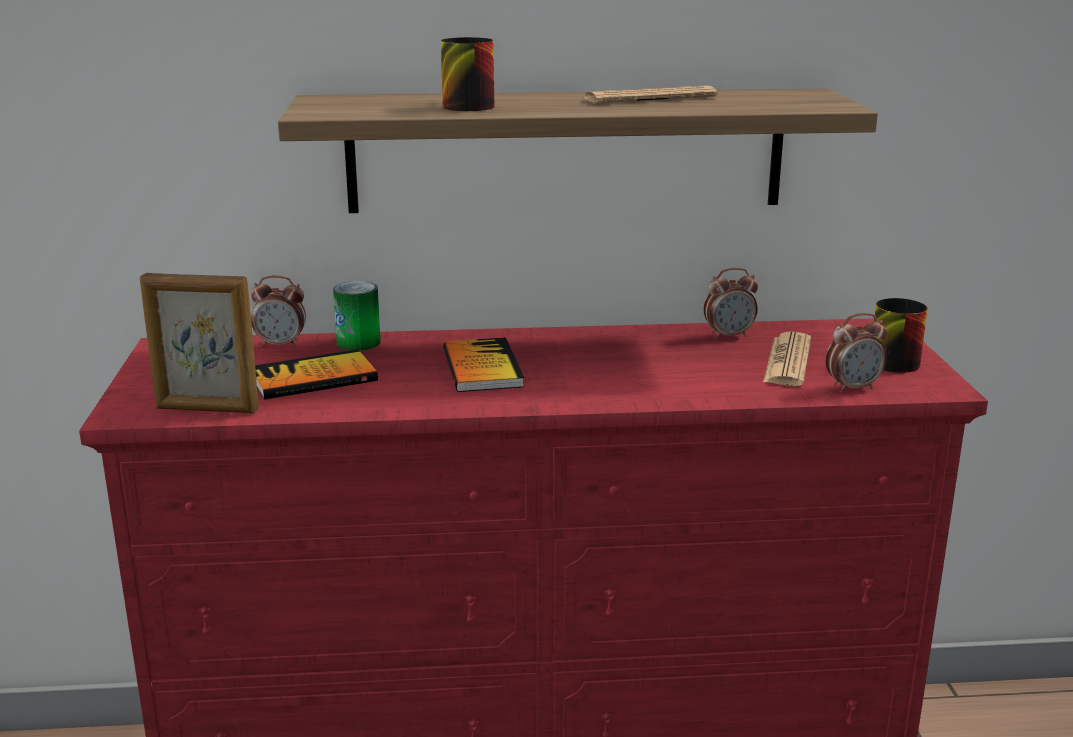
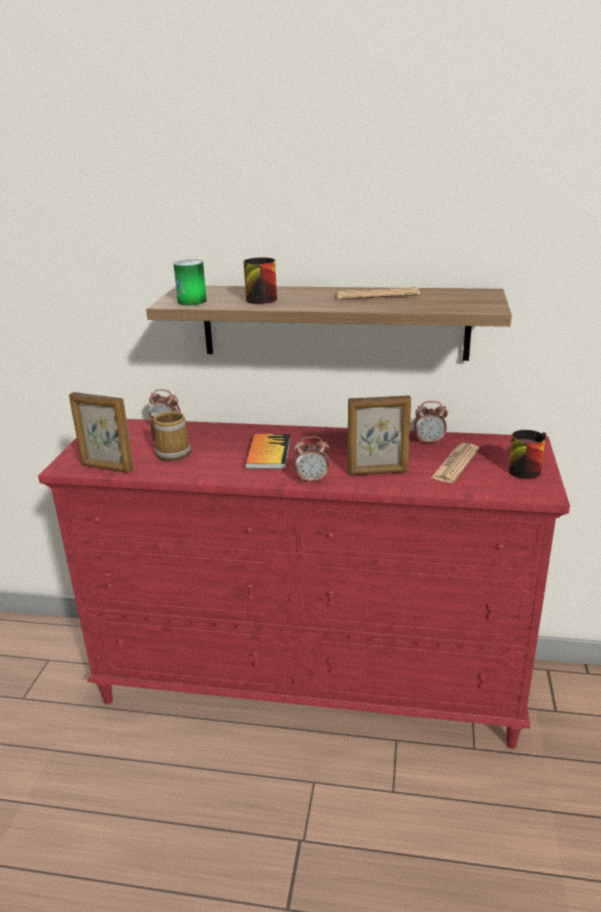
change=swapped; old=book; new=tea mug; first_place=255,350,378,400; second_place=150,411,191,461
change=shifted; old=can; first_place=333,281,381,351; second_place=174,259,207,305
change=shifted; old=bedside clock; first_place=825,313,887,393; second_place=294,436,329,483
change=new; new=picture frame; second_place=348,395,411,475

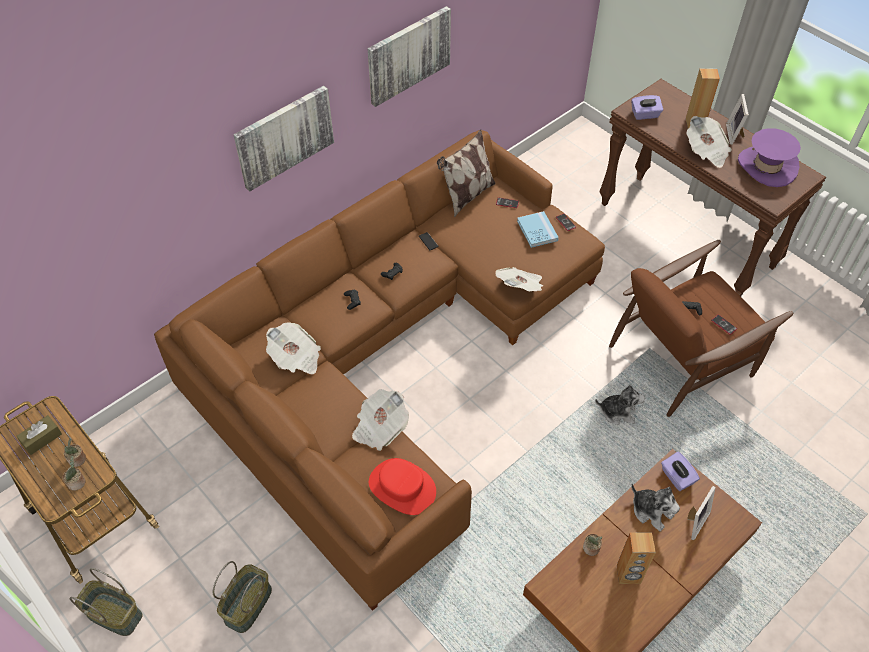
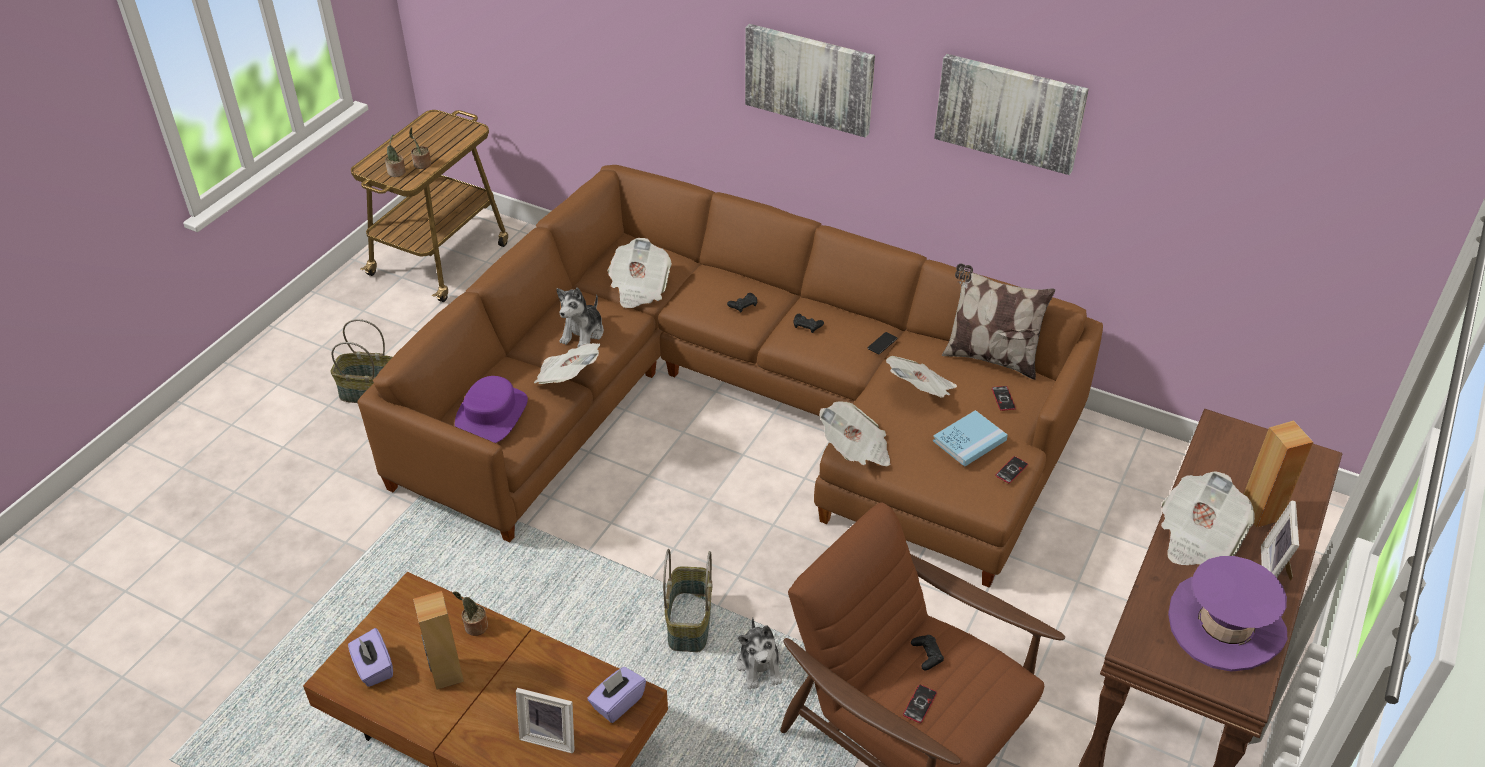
change=shifted; old=purple-coloured tissue box; first_place=631,95,663,120; second_place=348,628,393,687
change=repainted; old=red-coloured wearable hat; new=purple-coloured wearable hat; first_place=369,458,436,515; second_place=455,376,528,443
change=shifted; old=soft toy; first_place=631,483,680,532; second_place=557,288,604,347
change=shifted; old=household basket; first_place=70,568,143,636; second_place=663,549,713,652
change=new; new=printed paper; second_place=886,356,957,398
change=rotated; old=picture frame; first_place=726,94,749,145; second_place=1261,500,1299,581; degrees=-60
change=gone; old=brownish tissue box; first_place=16,415,62,455

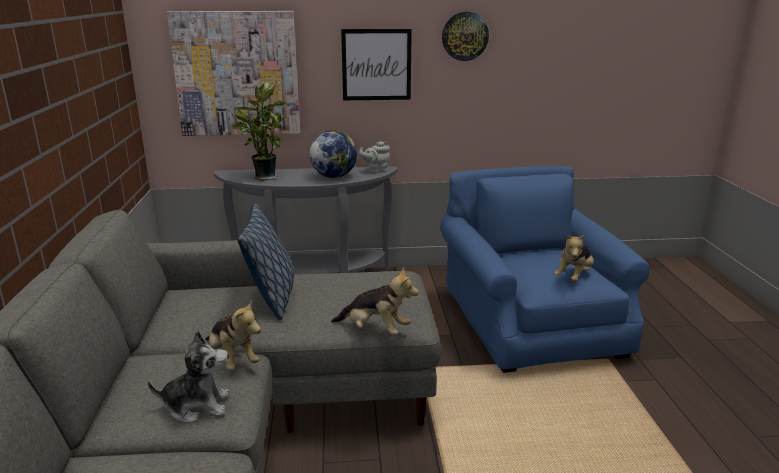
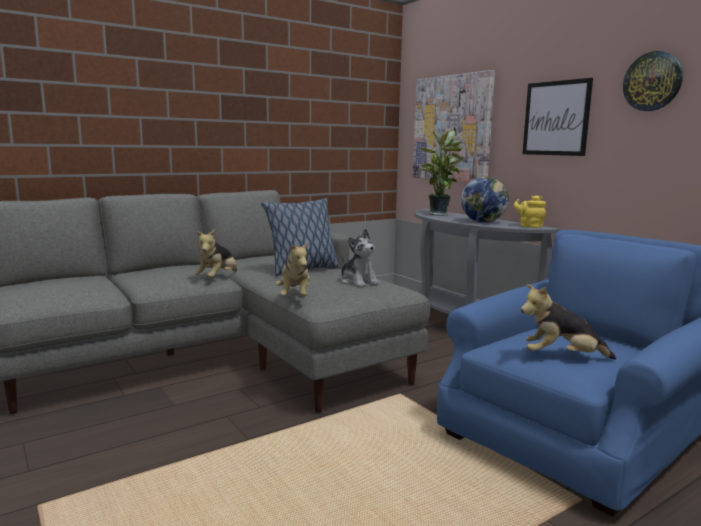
change=shifted; old=soft toy; first_place=147,331,230,423; second_place=341,228,380,287
change=repainted; old=greyish tea pot; new=yellowish tea pot; first_place=359,141,390,173; second_place=514,195,546,228

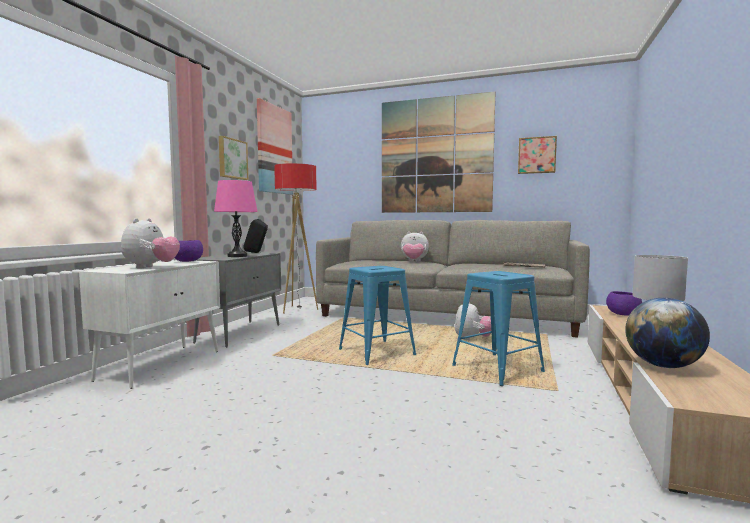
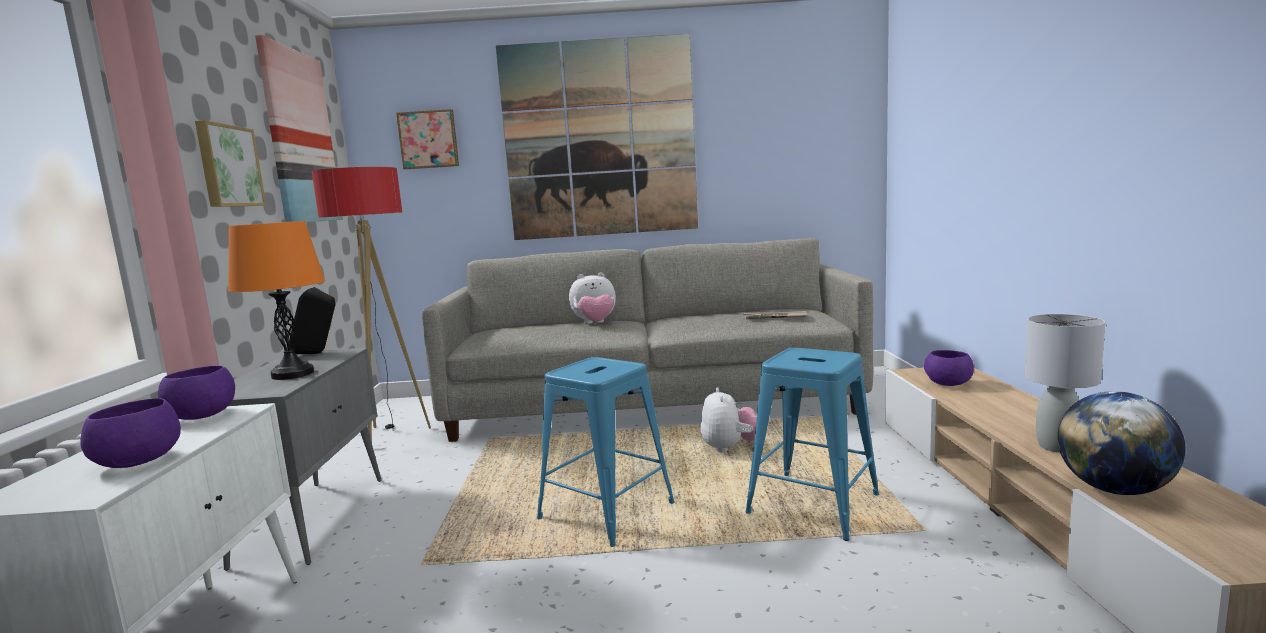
change=swapped; old=soft toy; new=purple-coloured deep dish; first_place=121,218,180,268; second_place=80,398,181,468
change=repainted; old=pink-coloured table lamp; new=orange-coloured table lamp; first_place=214,180,258,257; second_place=228,221,325,380
change=shifted; old=picture; first_place=518,136,557,174; second_place=396,109,459,169

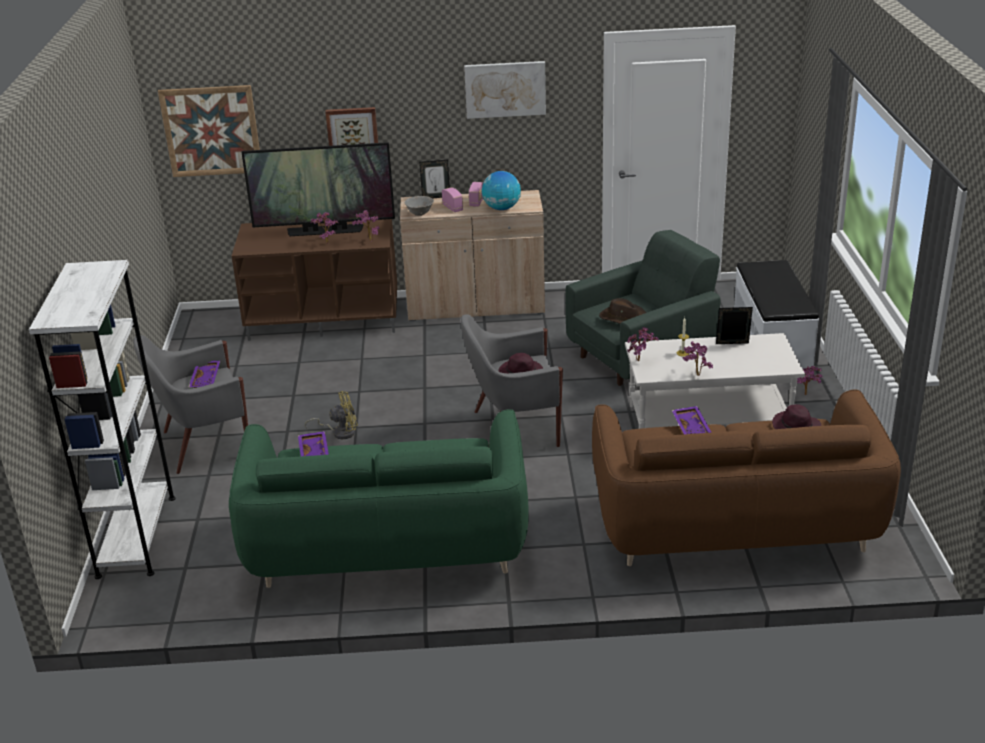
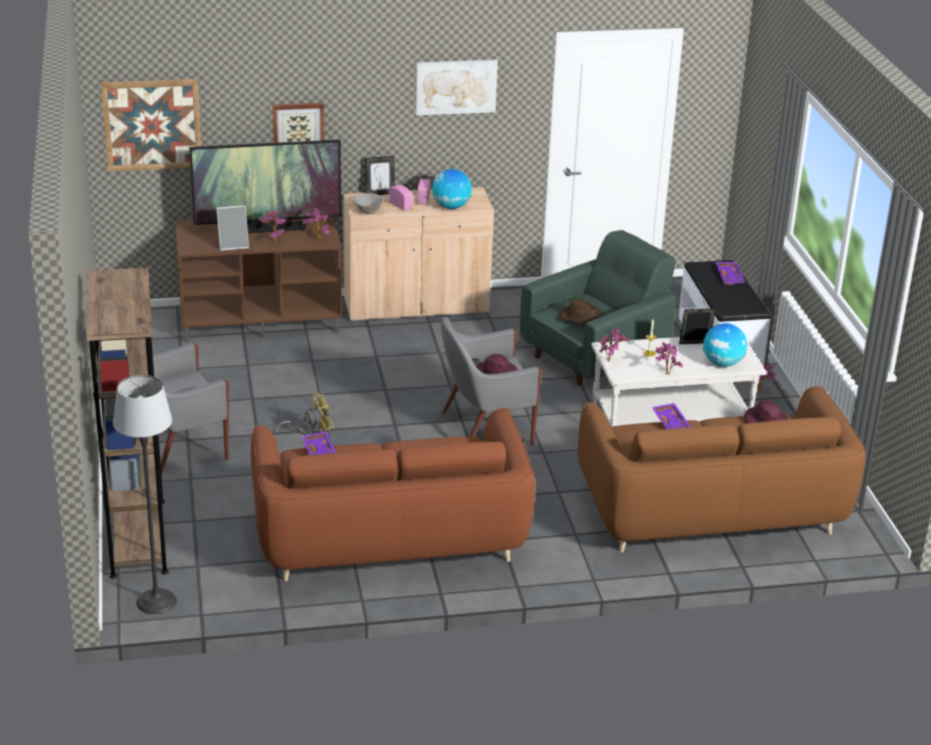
change=repainted; old=white shelving unit; new=brownish shelving unit; first_place=29,260,176,579; second_place=86,267,169,579
change=new; new=floor lamp; second_place=113,375,177,614
change=new; new=picture frame; second_place=216,205,249,251
change=repainted; old=greenish couch; new=brownish couch; first_place=229,409,529,588; second_place=251,408,535,581
change=new; new=world globe; second_place=703,323,747,367
change=shifted; old=purple-coloured carrying tray; first_place=189,361,220,388; second_place=716,262,745,285

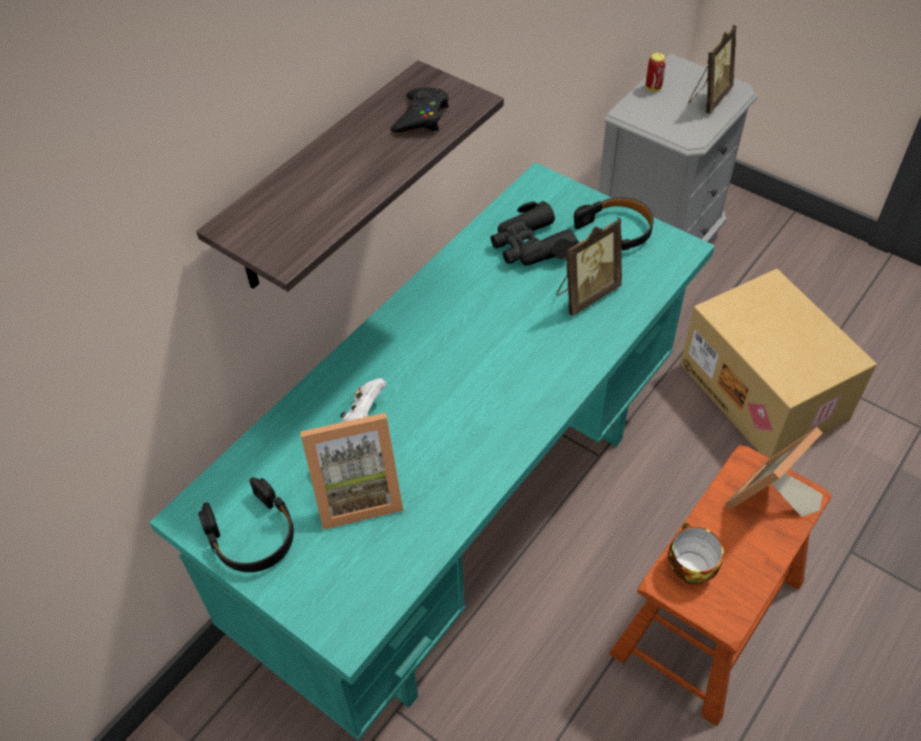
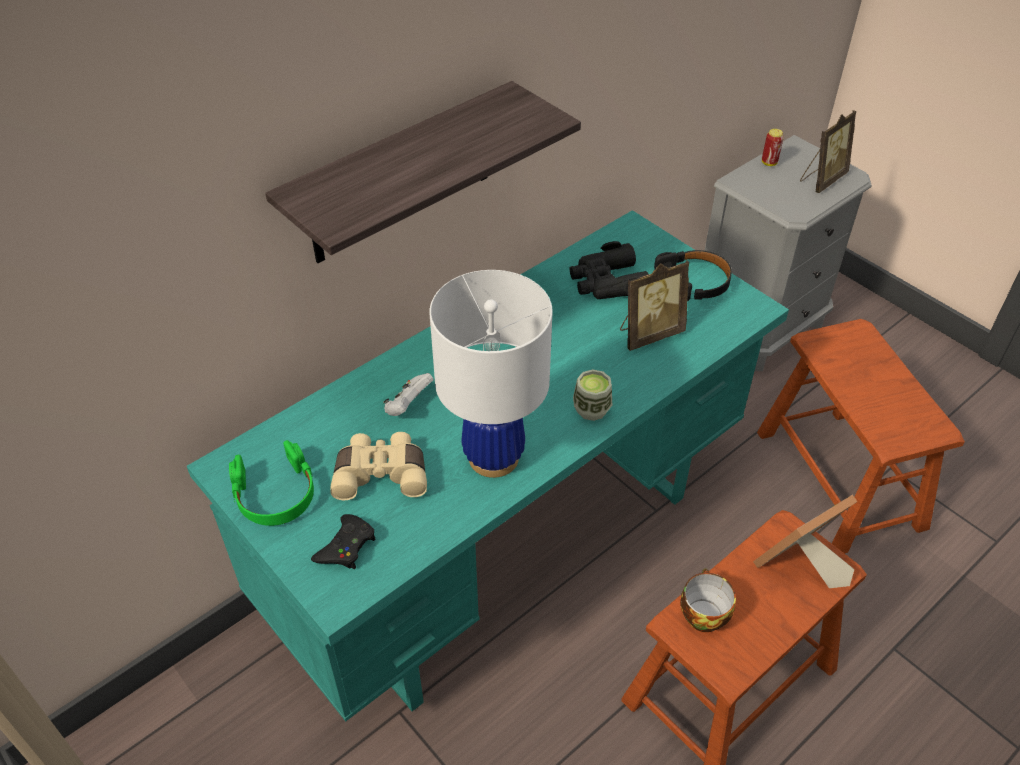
change=repainted; old=black headphones; new=greenish headphones; first_place=198,477,294,572; second_place=229,440,314,526
change=shifted; old=black gamepad; first_place=390,88,449,132; second_place=311,514,376,569
change=swapped; old=picture frame; new=beige field glasses; first_place=300,413,404,530; second_place=330,432,427,500
change=new; new=white table lamp; second_place=429,270,553,478
change=new; new=drinking cup; second_place=573,369,612,421
change=swapped; old=carton; new=brownish stool; first_place=680,269,877,458; second_place=757,319,965,553

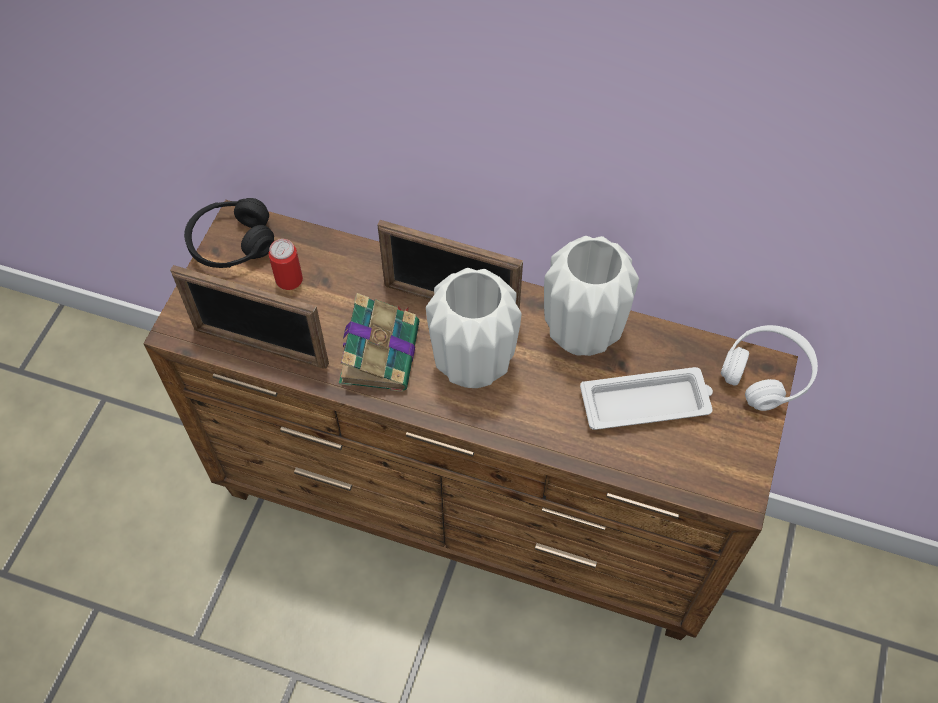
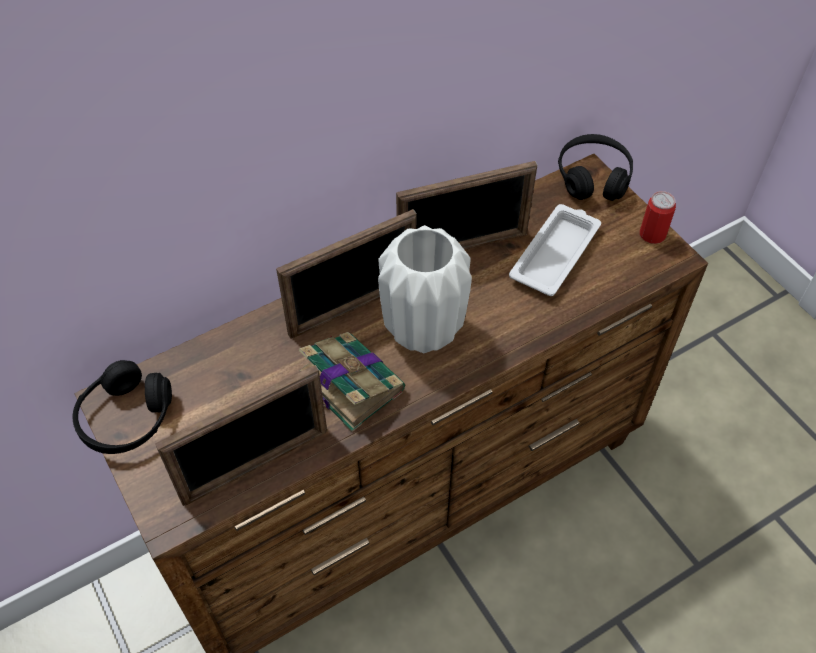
change=swapped; old=white flower vase; new=picture frame; first_place=544,236,639,356; second_place=396,161,537,250
change=repainted; old=white headphones; new=black headphones; first_place=721,325,818,411; second_place=558,134,633,201
change=shifted; old=can; first_place=269,239,303,290; second_place=640,191,676,244

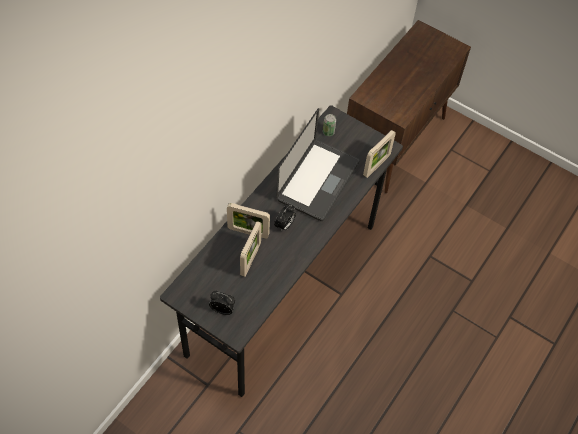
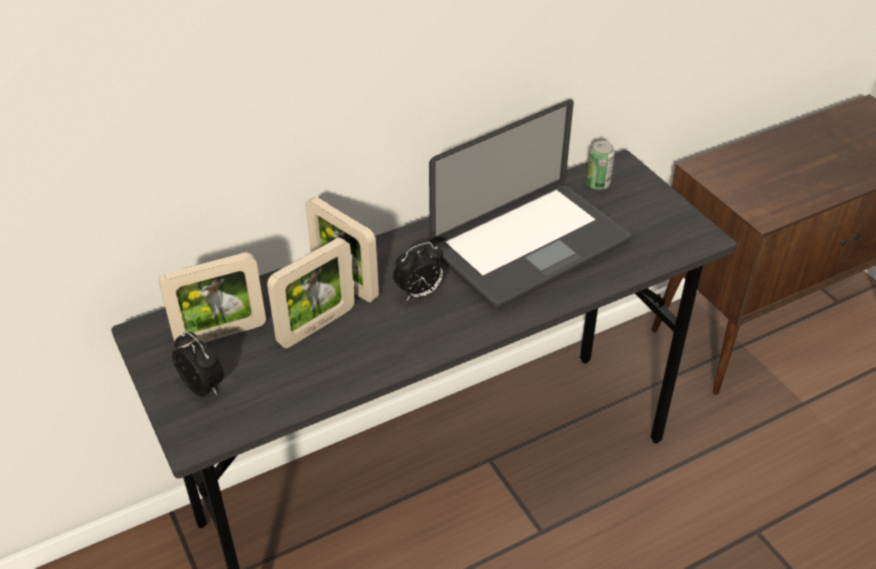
change=shifted; old=picture frame; first_place=363,130,396,178; second_place=159,252,266,348

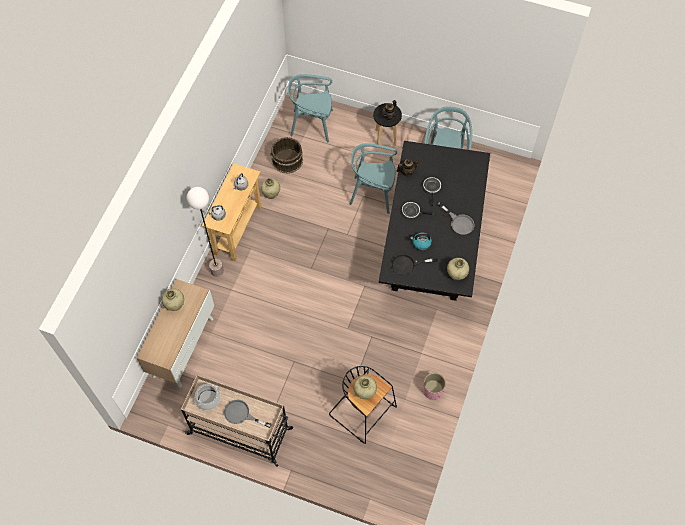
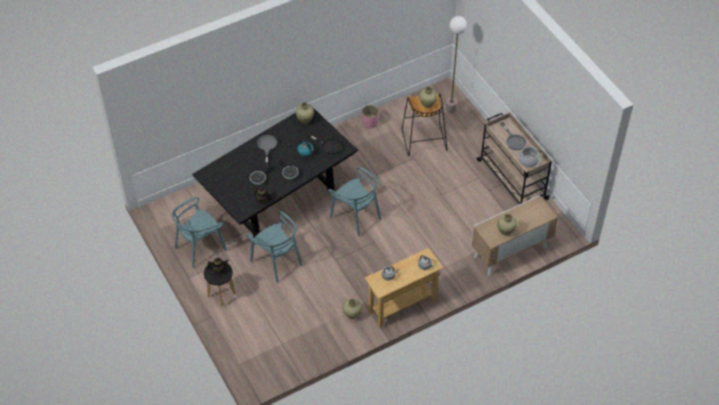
change=shifted; old=turquoise plain chair; first_place=288,74,333,142; second_place=328,166,381,236
change=shifted; old=floor lamp; first_place=187,187,224,277; second_place=446,16,467,113
change=gone; old=brownish bucket; first_place=270,137,303,174

